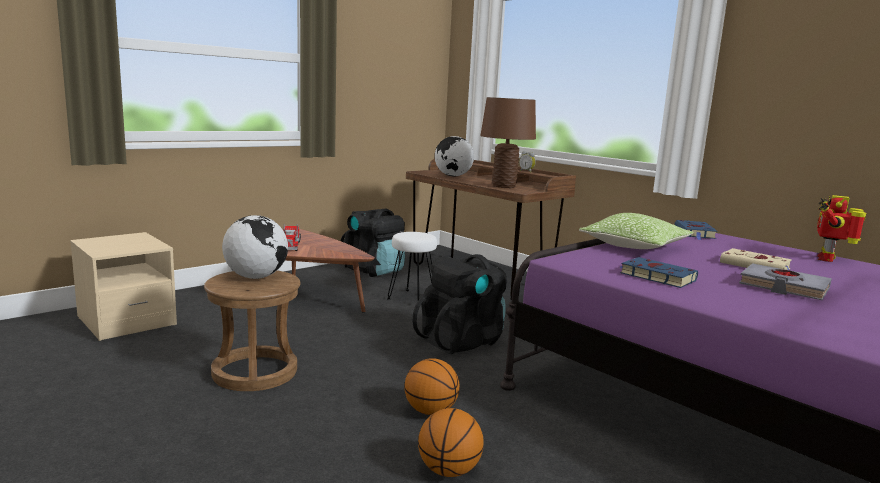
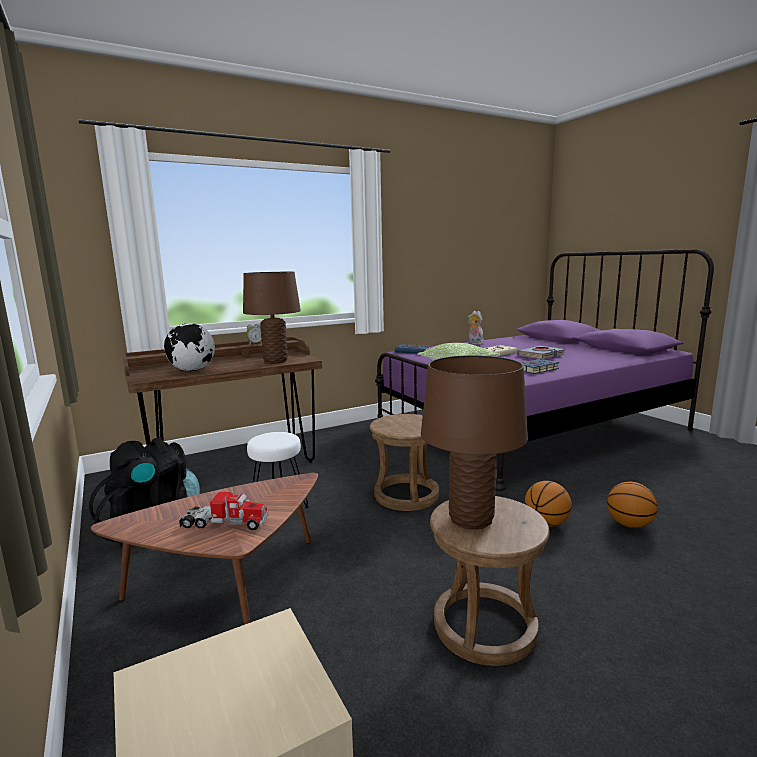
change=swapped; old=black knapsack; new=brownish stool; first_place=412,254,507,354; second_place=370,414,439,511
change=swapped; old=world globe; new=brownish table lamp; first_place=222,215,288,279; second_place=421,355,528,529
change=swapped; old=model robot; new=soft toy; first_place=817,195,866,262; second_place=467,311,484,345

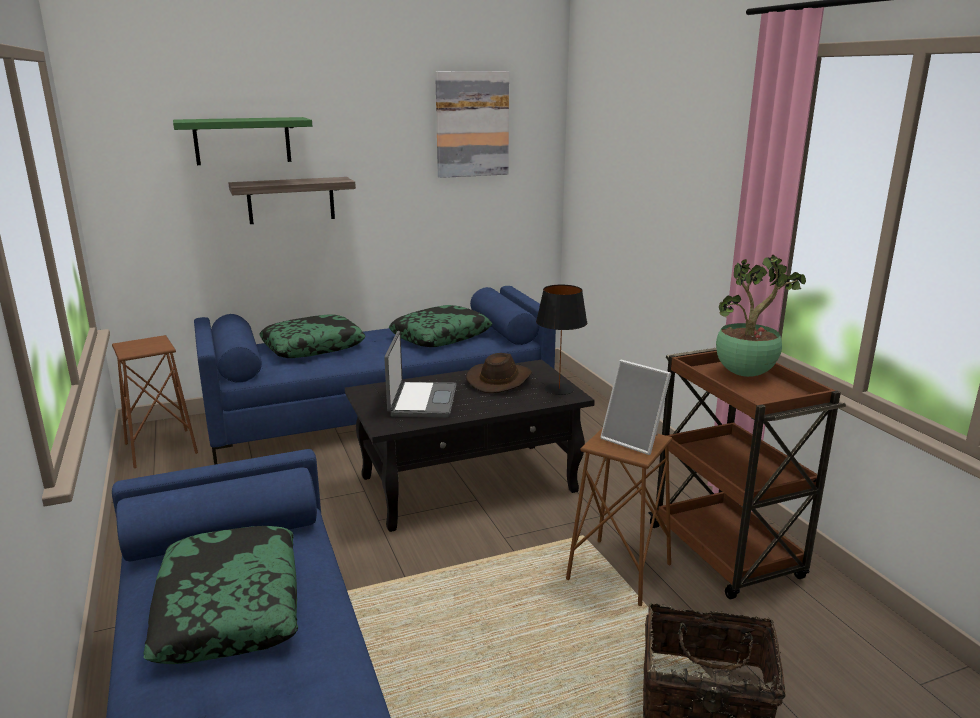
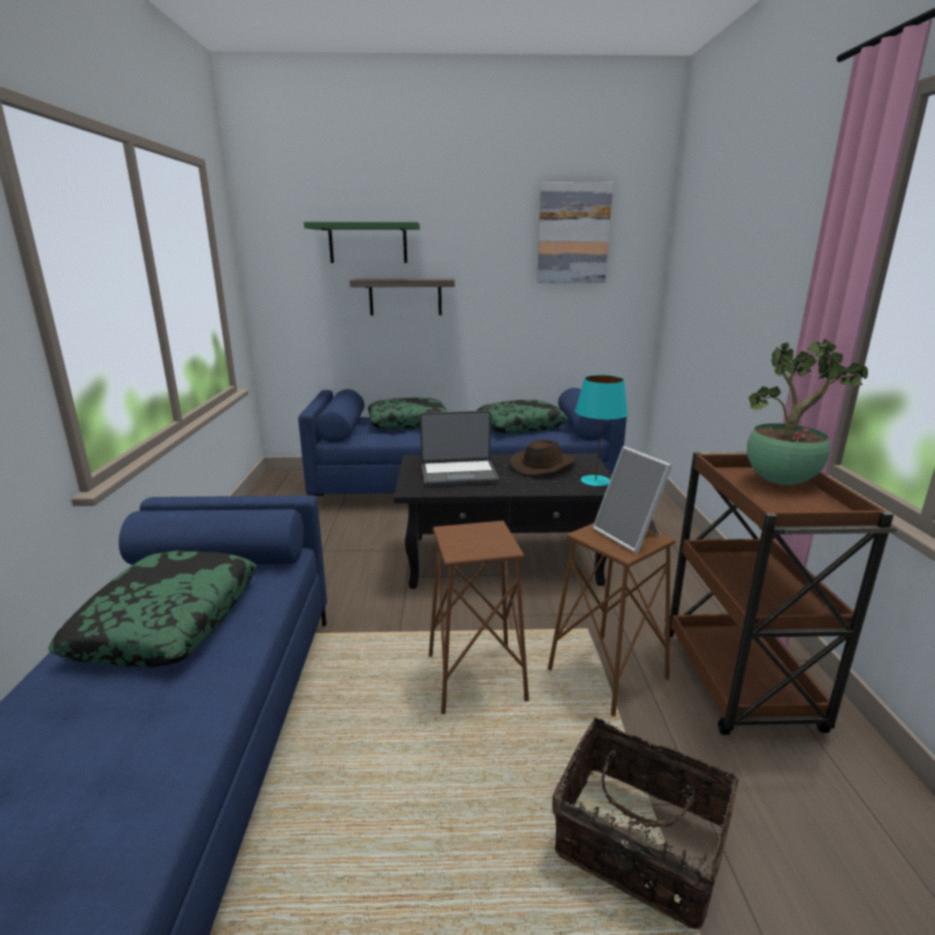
change=rotated; old=notebook computer; first_place=384,331,457,418; second_place=420,410,499,486; degrees=60
change=shifted; old=brownish stool; first_place=112,335,198,468; second_place=429,521,529,714
change=repainted; old=black table lamp; new=turquoise table lamp; first_place=536,285,587,395; second_place=575,375,628,486

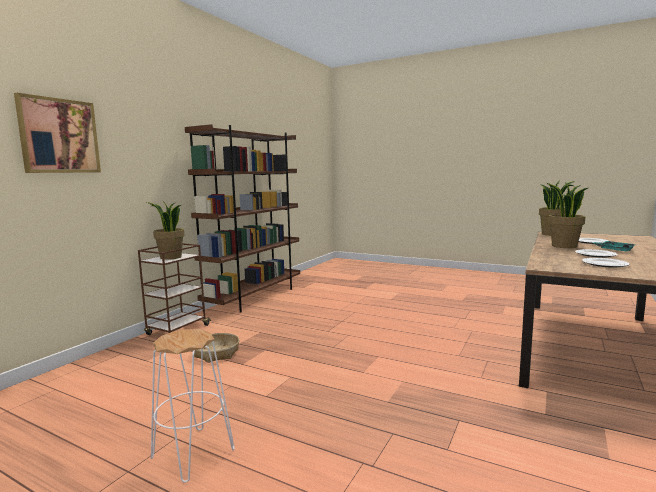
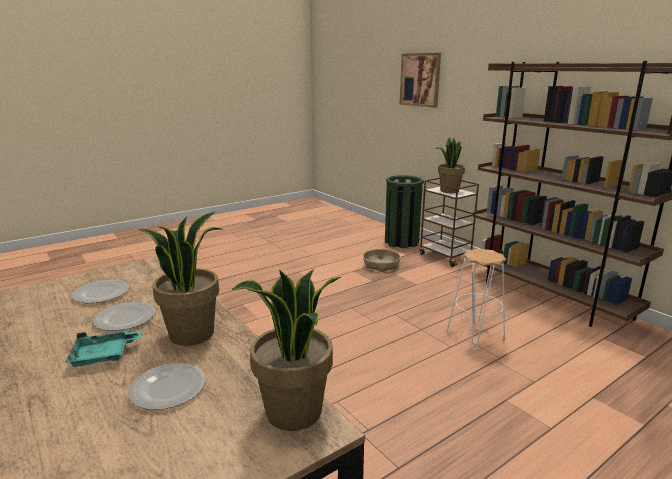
change=new; new=greenish rubbish bin; second_place=385,175,424,248
change=shifted; old=white stool; first_place=151,329,234,483; second_place=447,249,506,350

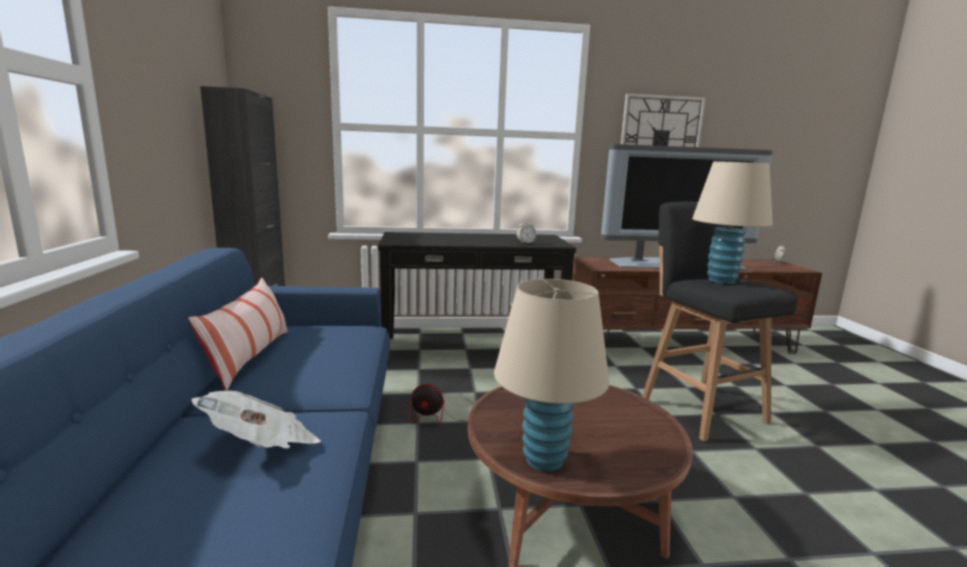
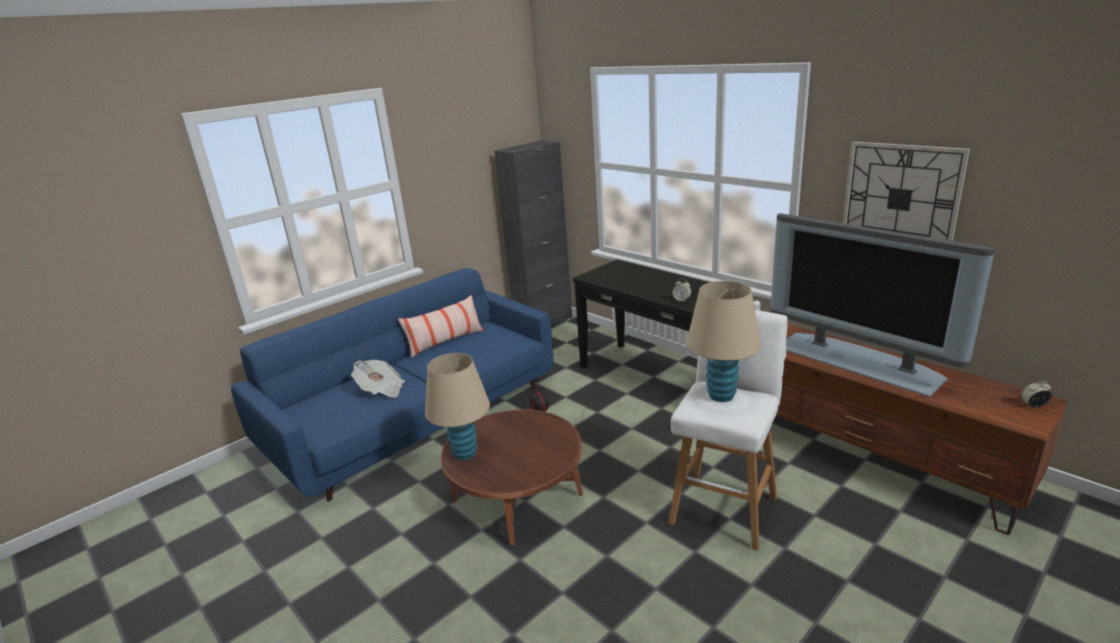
change=repainted; old=black stool; new=white stool; first_place=642,201,798,441; second_place=668,310,788,551

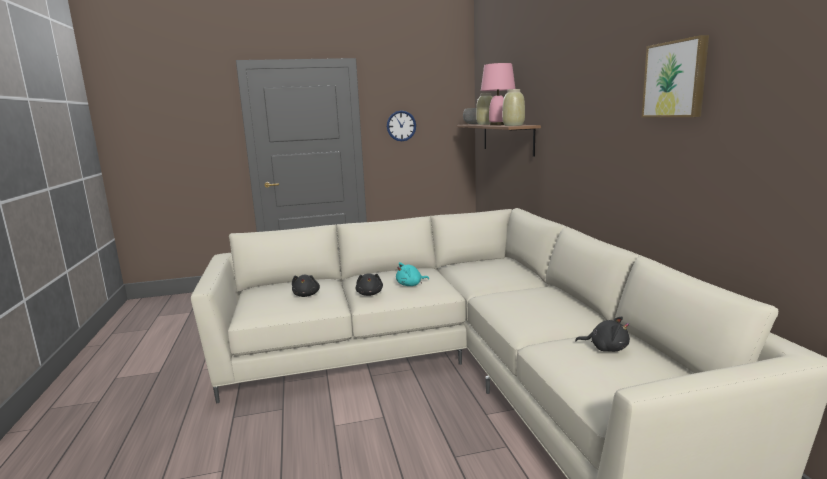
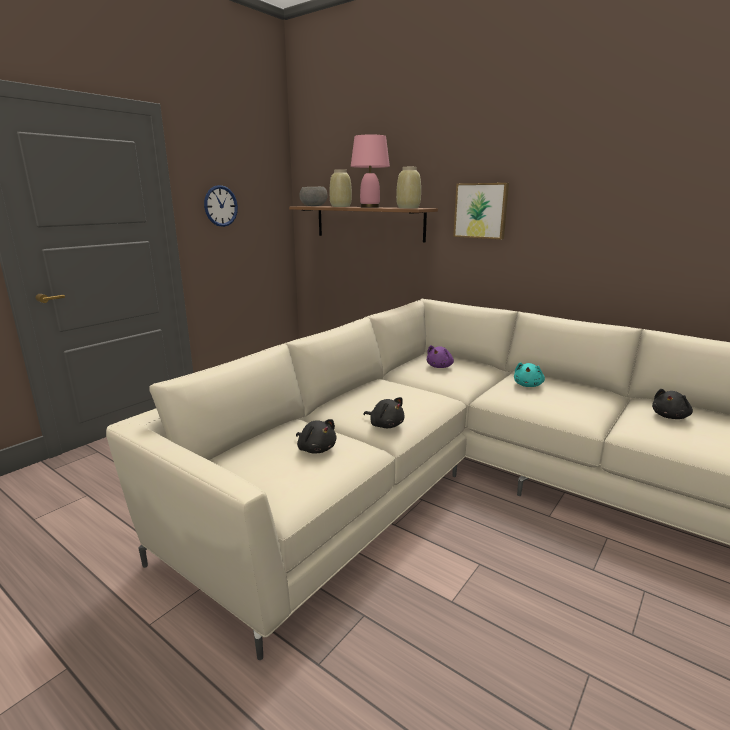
change=new; new=purple-coloured soft toy; second_place=427,345,454,368
change=shifted; old=picture; first_place=642,35,709,117; second_place=453,183,509,239
change=shifted; old=turquoise soft toy; first_place=396,262,429,286; second_place=514,362,545,387
change=rotated; old=black soft toy; first_place=575,316,630,352; second_place=652,389,693,419; degrees=150

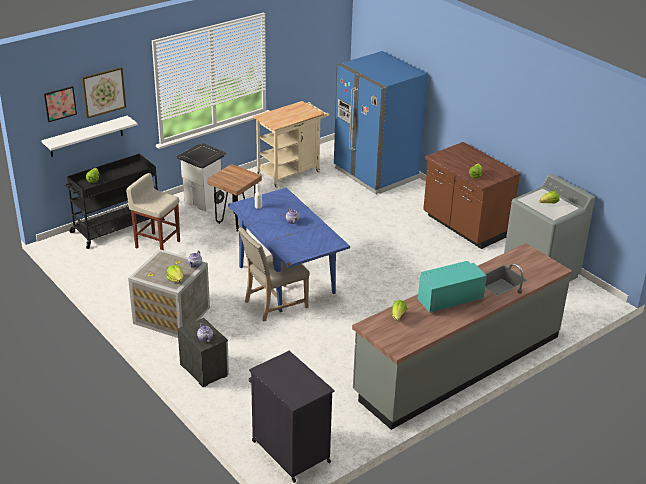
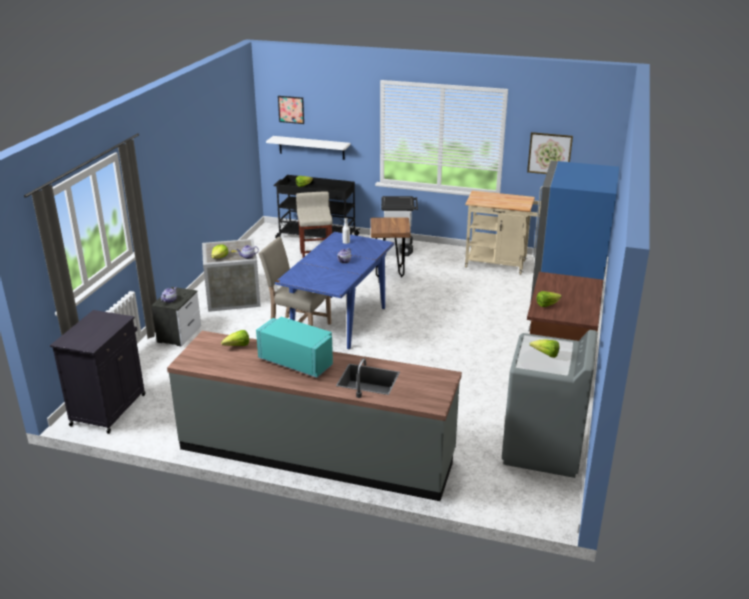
change=shifted; old=picture; first_place=82,67,126,119; second_place=527,132,573,174

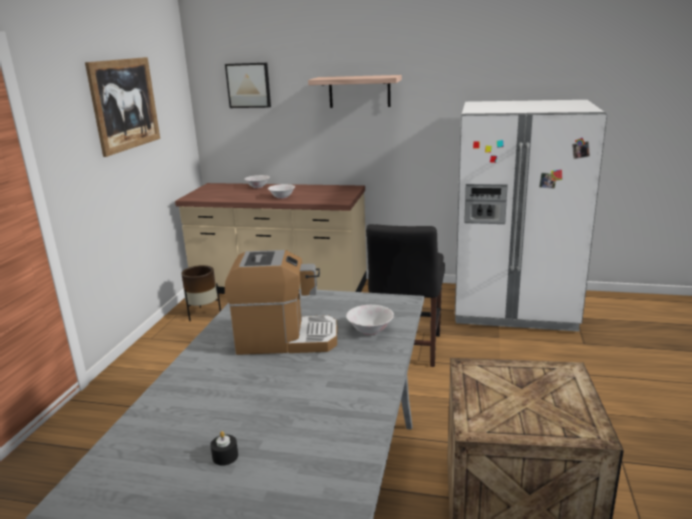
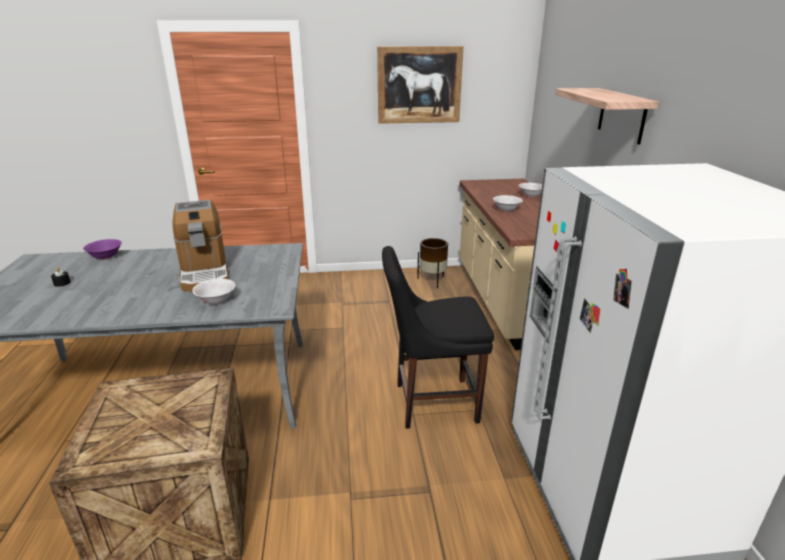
change=new; new=purple-coloured deep dish; second_place=83,239,122,260
change=gone; old=picture; first_place=225,63,271,108

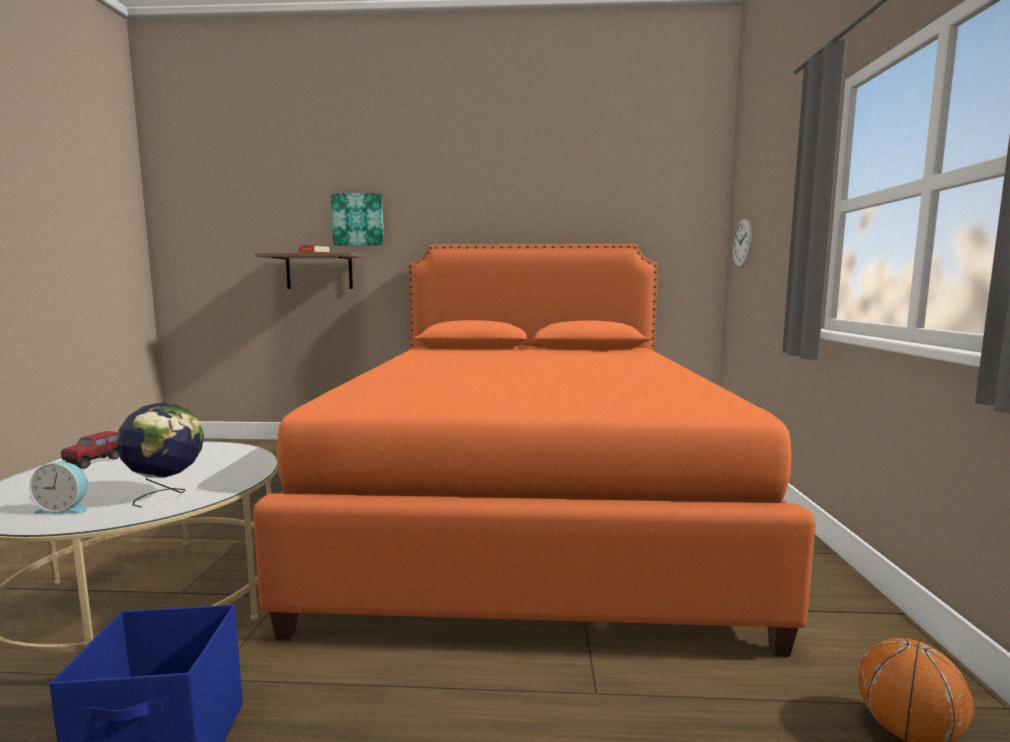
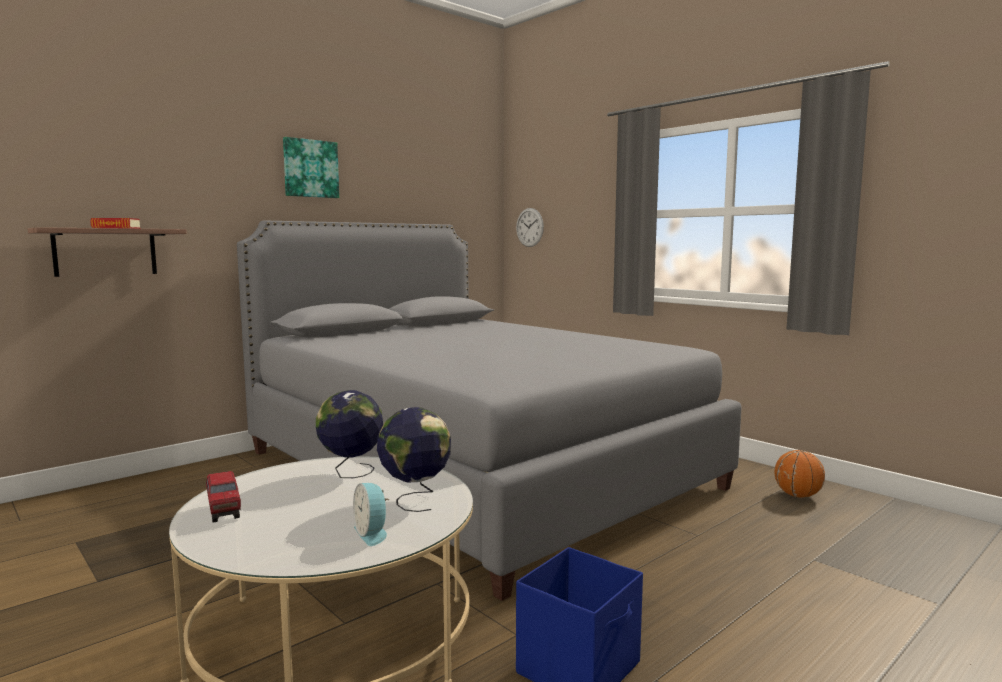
change=repainted; old=orange-coloured bed; new=greyish bed; first_place=253,244,816,657; second_place=237,221,742,601
change=shifted; old=picture; first_place=331,193,384,246; second_place=283,137,339,198
change=new; new=world globe; second_place=316,390,383,478
change=rotated; old=bedside clock; first_place=29,462,88,514; second_place=353,483,389,546; degrees=105

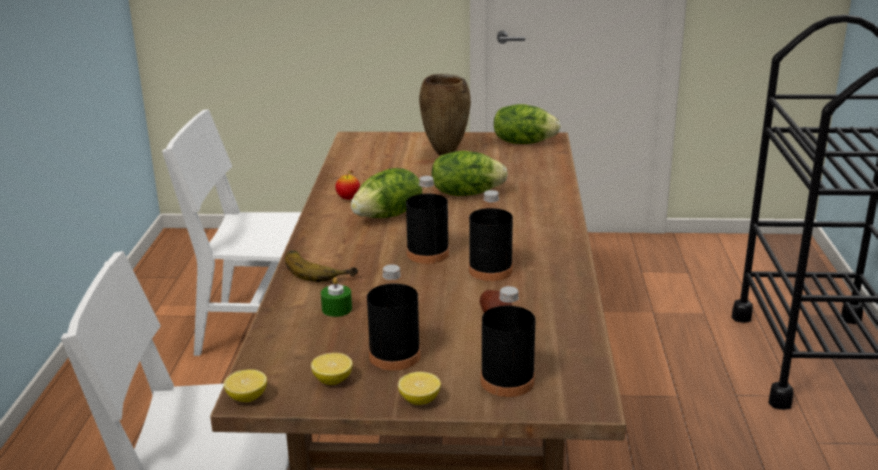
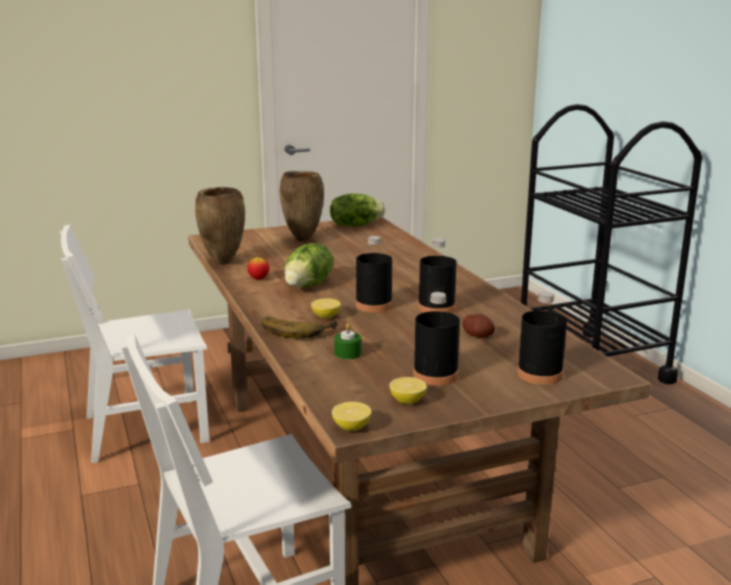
change=new; new=brownish flower vase; second_place=195,187,245,265
change=shifted; old=lemon; first_place=398,372,441,405; second_place=311,299,341,318
change=gone; old=head of lettuce; first_place=431,151,508,196

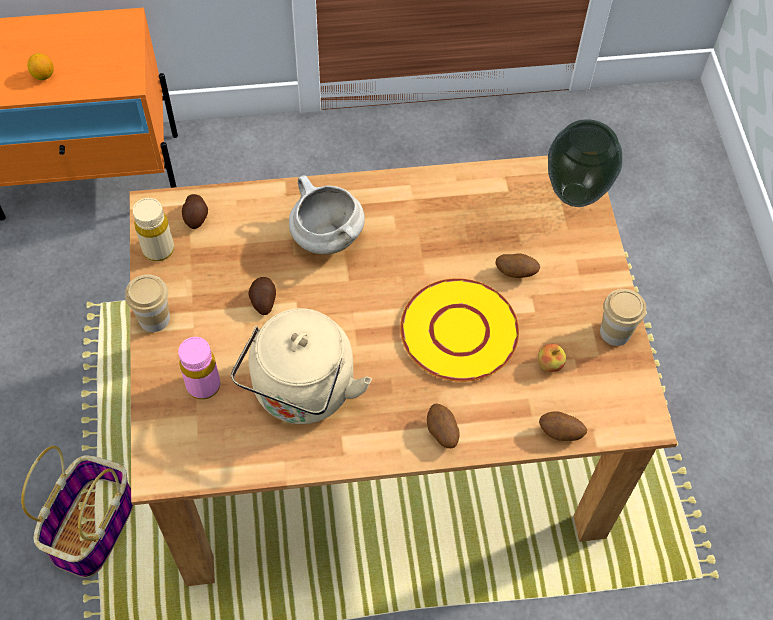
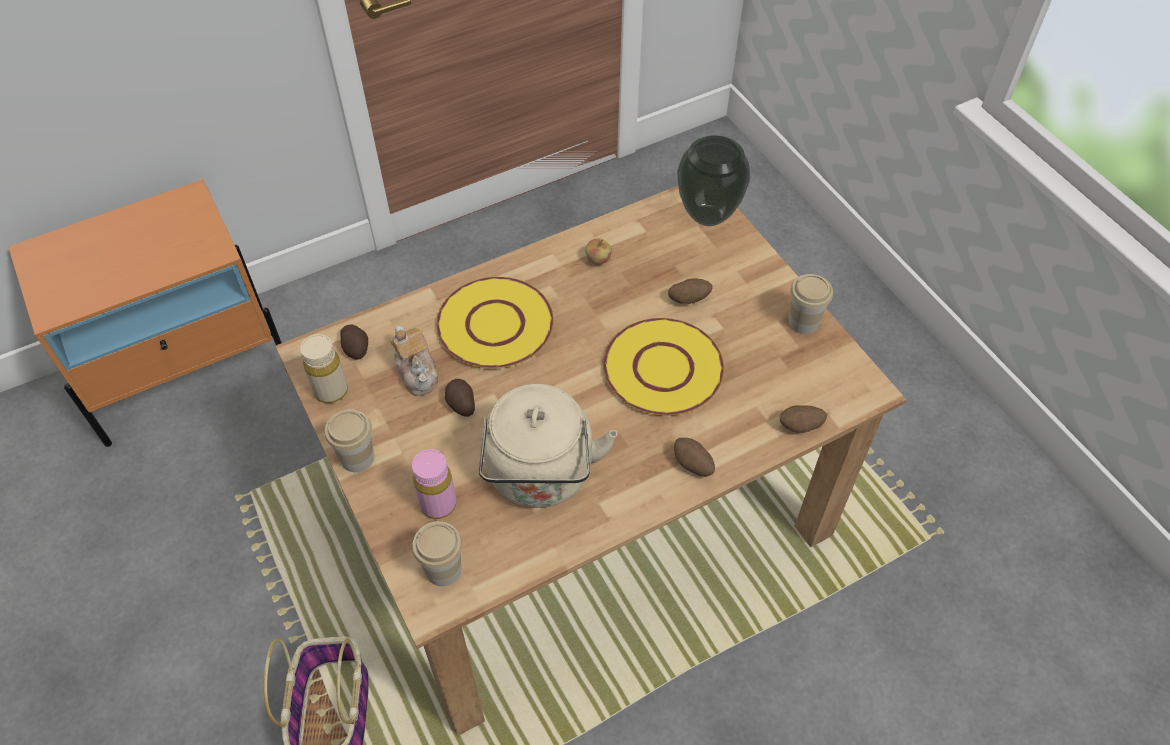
change=new; new=tea pot; second_place=390,326,438,396
change=new; new=drinking cup; second_place=412,521,462,586
change=swapped; old=white saucepot; new=yellowish plate; first_place=289,175,365,255; second_place=436,277,554,369
change=shifted; old=whole apple; first_place=538,344,566,372; second_place=585,238,611,265
change=gone; old=lemon; first_place=27,53,54,80

